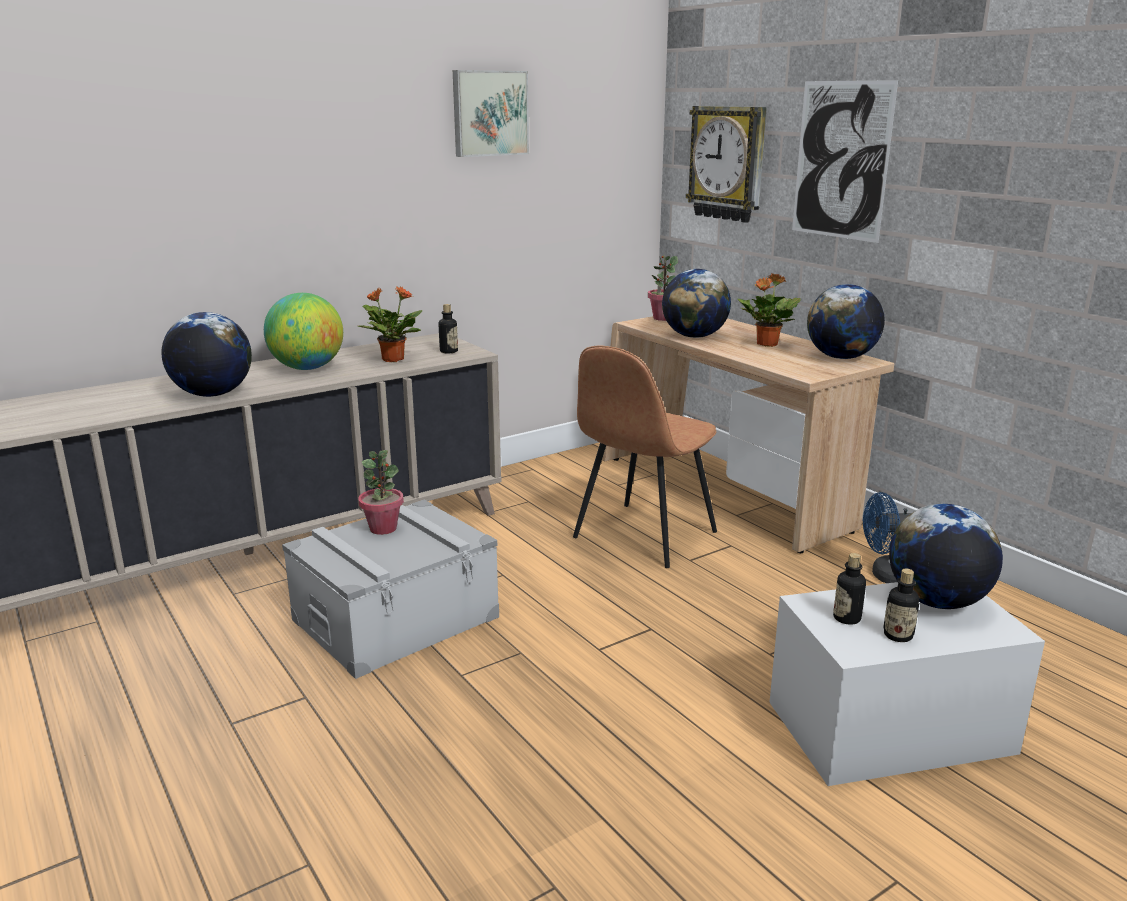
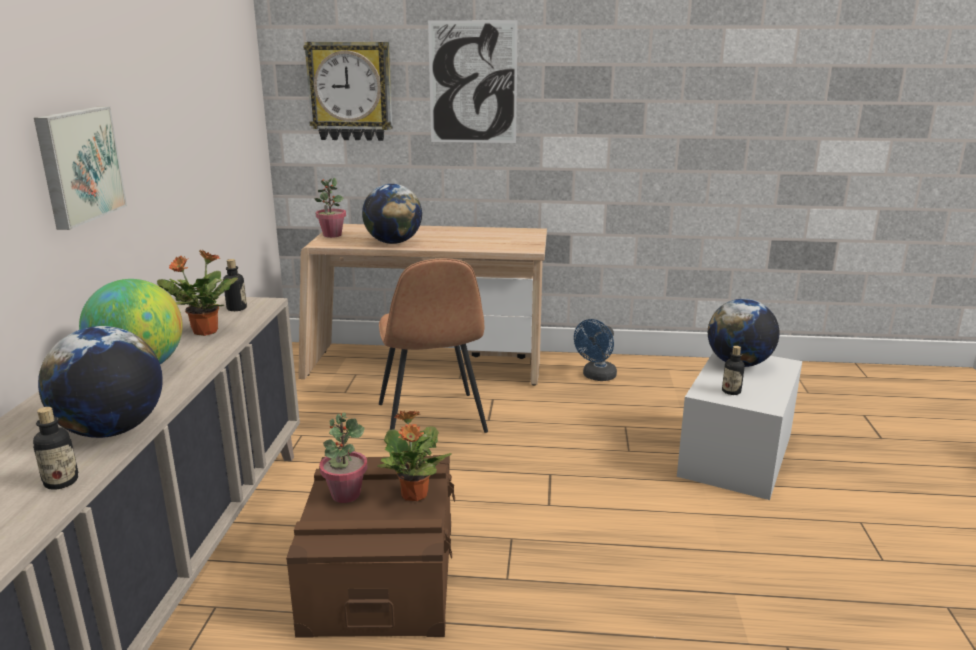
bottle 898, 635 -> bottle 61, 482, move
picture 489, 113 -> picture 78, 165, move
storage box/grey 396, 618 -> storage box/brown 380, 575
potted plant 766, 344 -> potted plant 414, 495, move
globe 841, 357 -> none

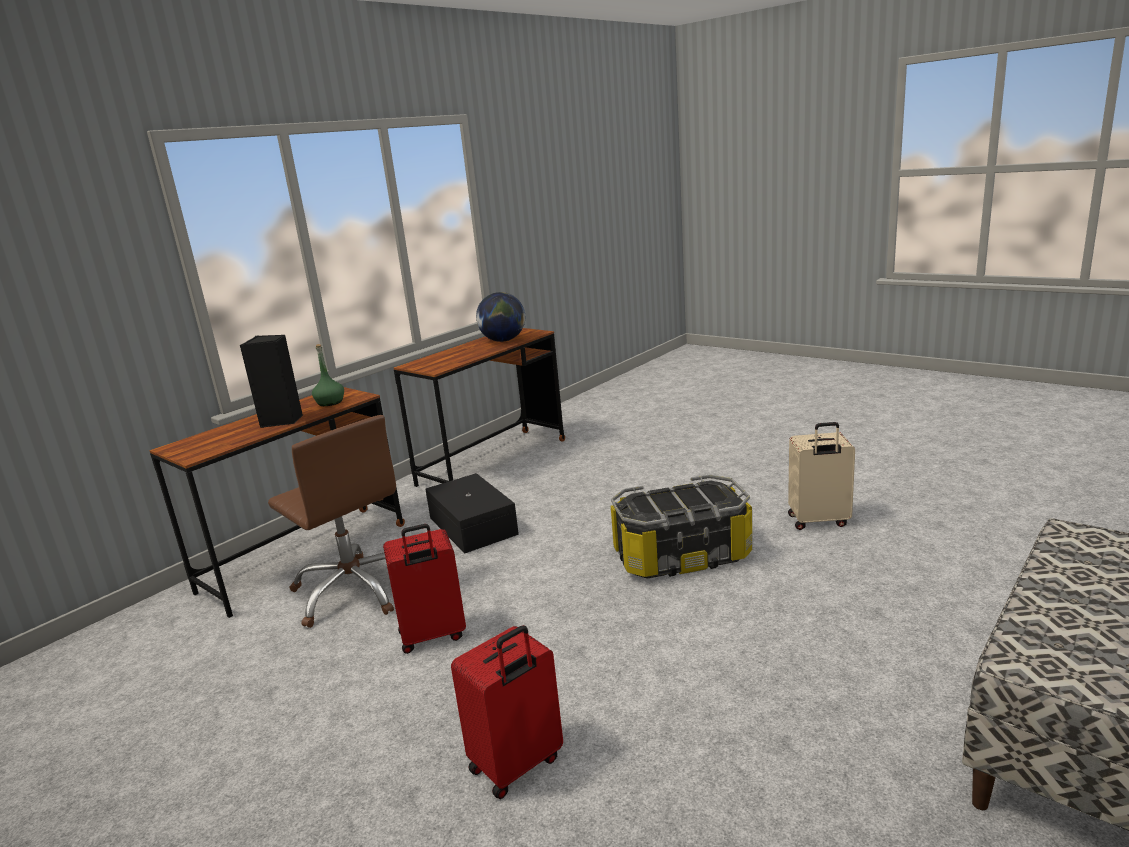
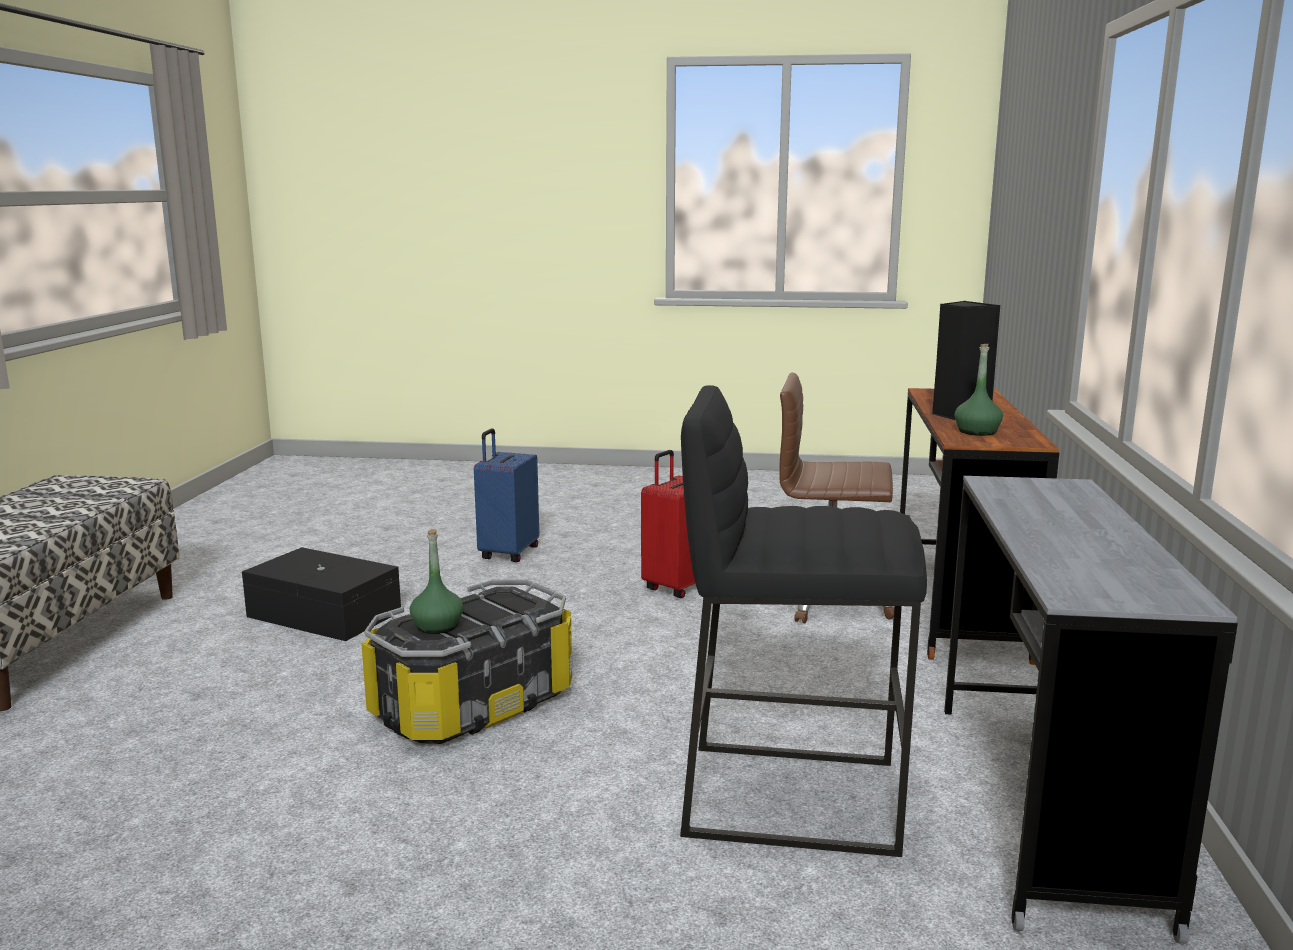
storage box/black 472, 527 -> storage box/black 325, 613, move
none -> bottle/green 437, 626
suitcase/red 517, 765 -> suitcase/blue 508, 553
none -> stool/black 792, 796
desk/brown 493, 462 -> desk/grey 1043, 807
globe 503, 340 -> none
suitcase/beige 818, 521 -> none

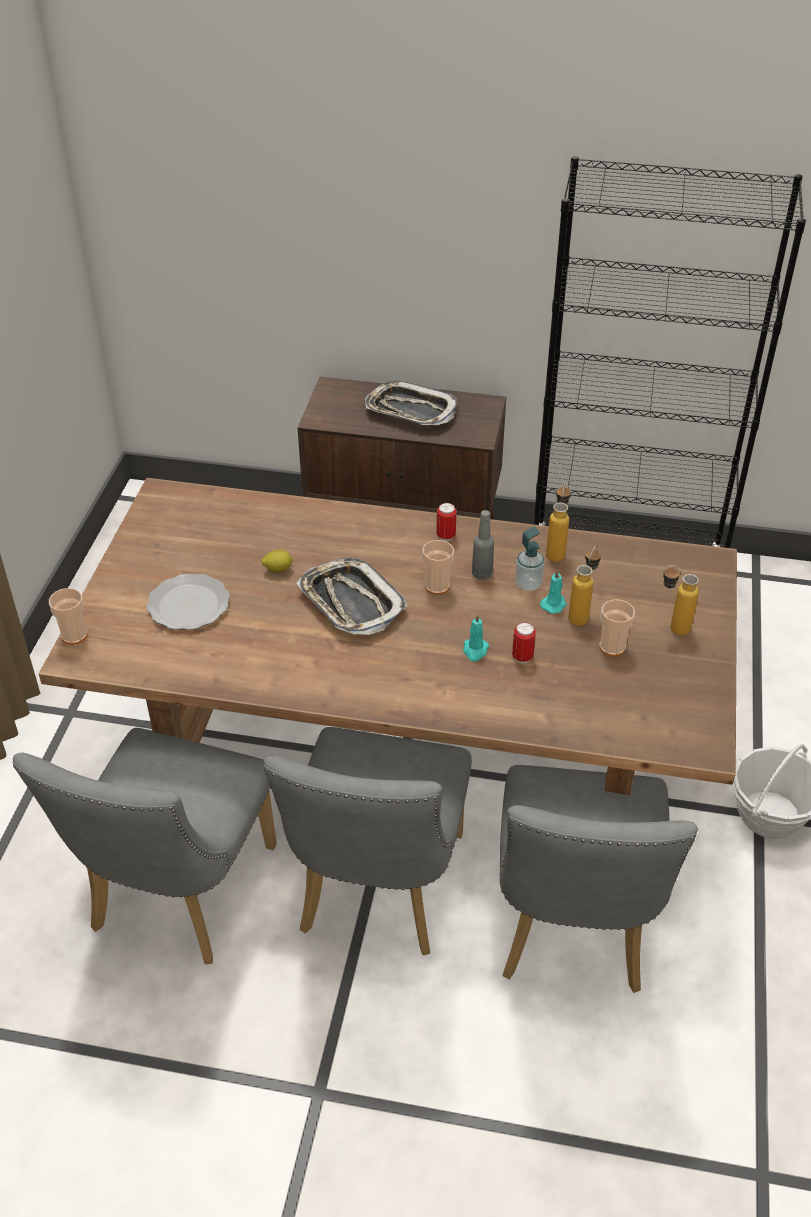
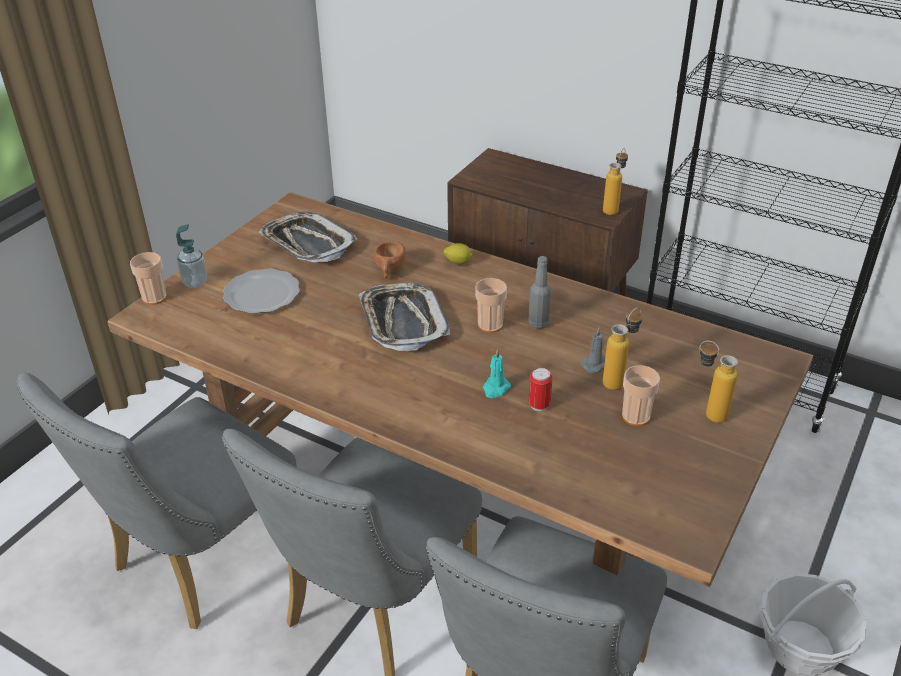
soap dispenser 528, 584 -> soap dispenser 195, 282, move
tray 410, 410 -> tray 308, 244, move
none -> cup/brown 389, 271
lemon 278, 569 -> lemon 458, 262, move
candle/turquoise 554, 604 -> candle/grey 595, 365
bottle 556, 551 -> bottle 613, 208, move
can 446, 536 -> none

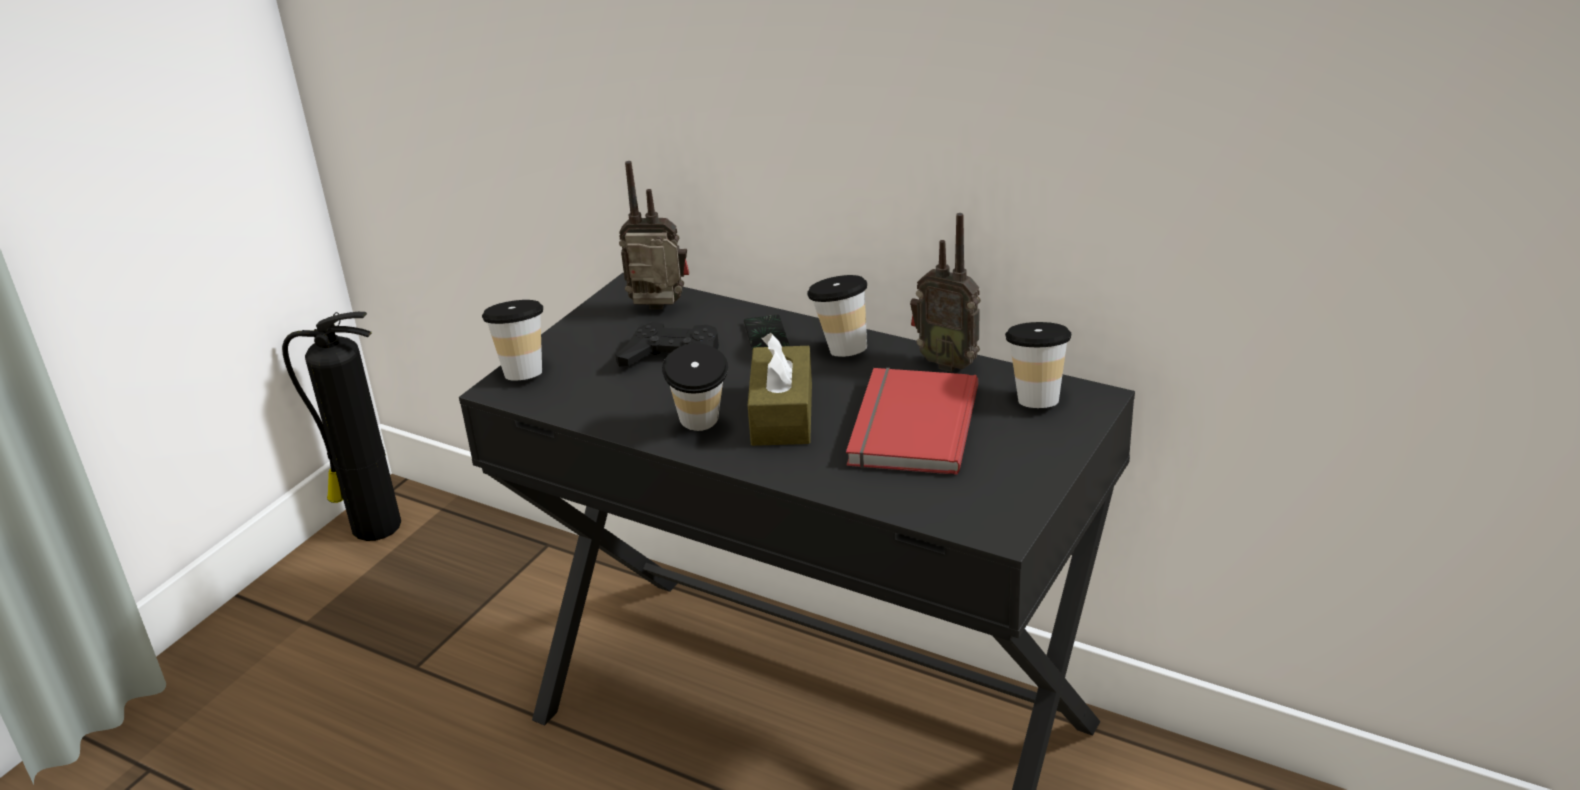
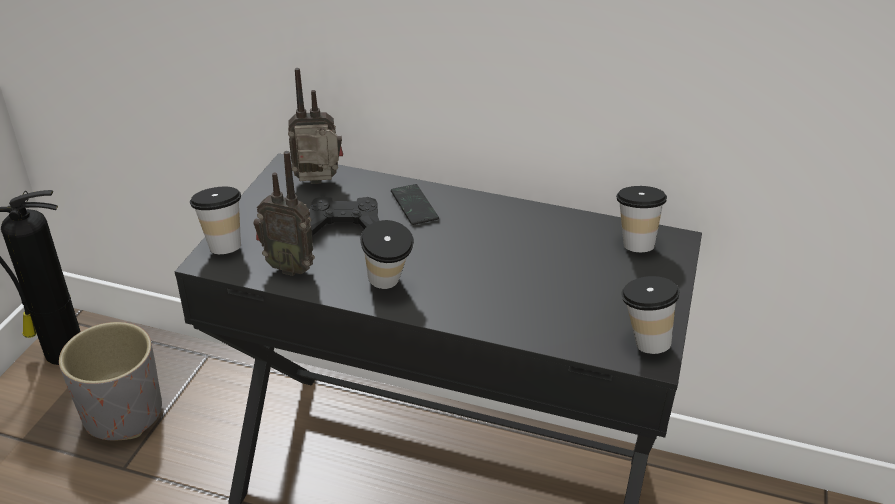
none -> planter/grey 123, 413
radio 948, 362 -> radio 290, 267, move
cup 841, 348 -> cup 642, 341, move
tissue box/brown 782, 414 -> none
book/red 908, 426 -> none

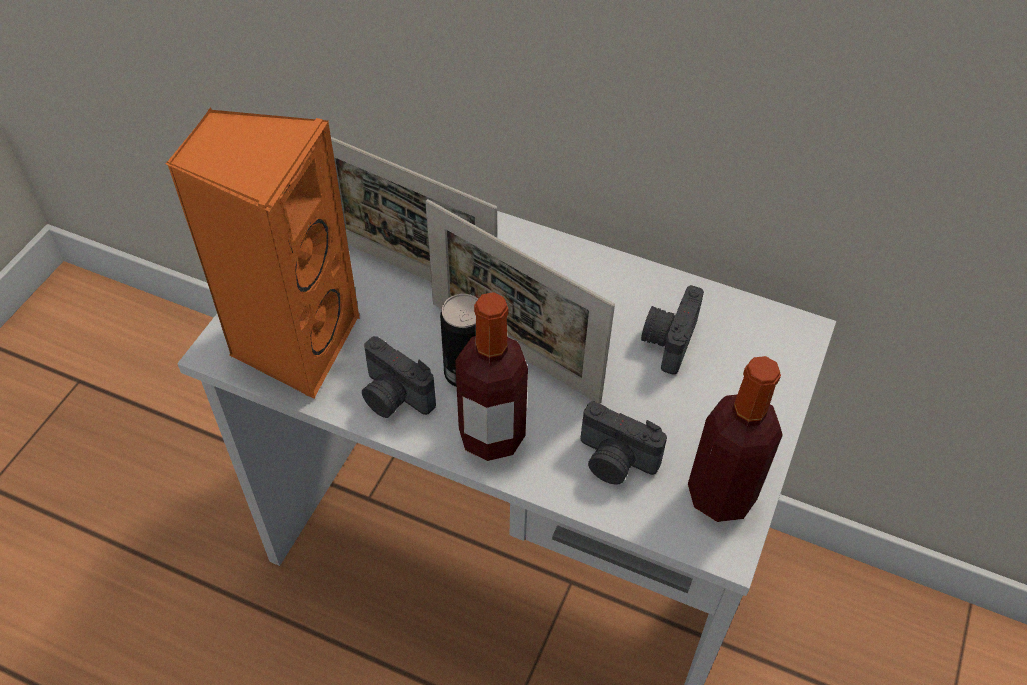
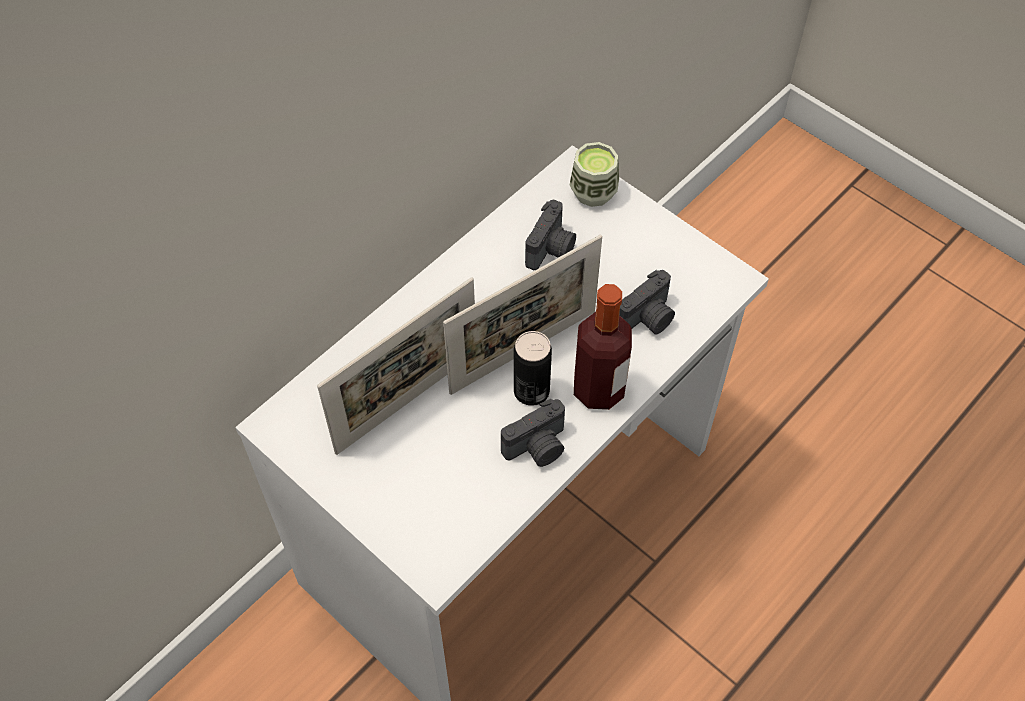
photo camera 667, 341 -> photo camera 552, 250, 105 degrees counterclockwise
none -> cup 593, 192
speaker/orange 294, 343 -> none
bottle 721, 495 -> none

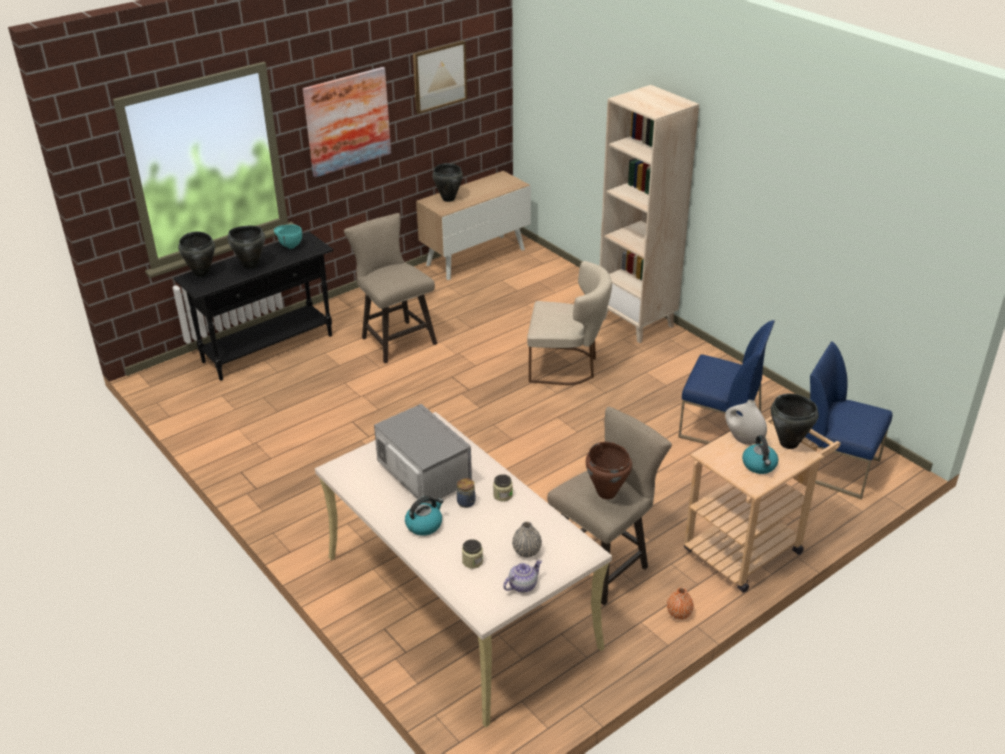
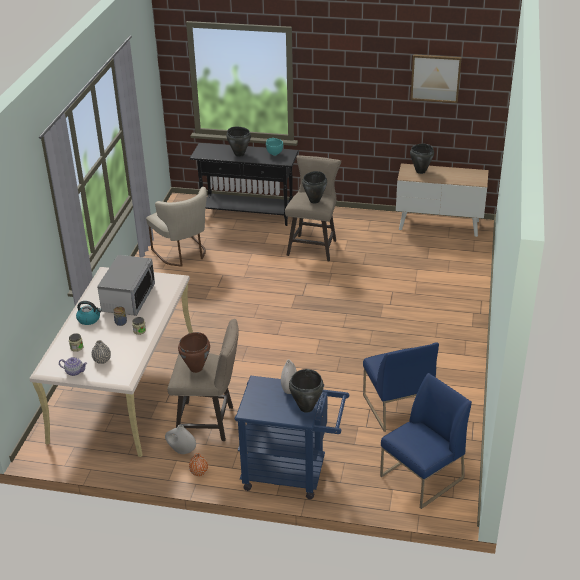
chair/beige 567, 366 -> chair/beige 183, 254, move
none -> vase/white 181, 450
cart/beige 749, 545 -> cart/blue 292, 473
cooking pot/black 202, 273 -> cooking pot/black 315, 200, move
chair/blue 836, 467 -> chair/blue 422, 478, 60 degrees clockwise
picture 347, 121 -> none
bookcase/beige 637, 322 -> none
kettle 759, 465 -> none

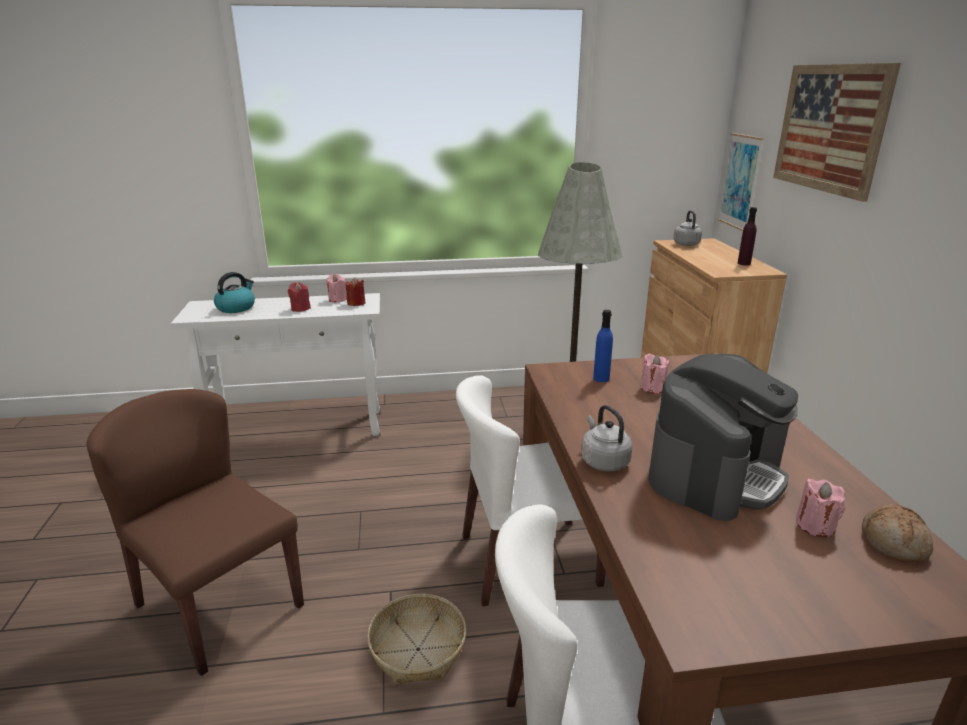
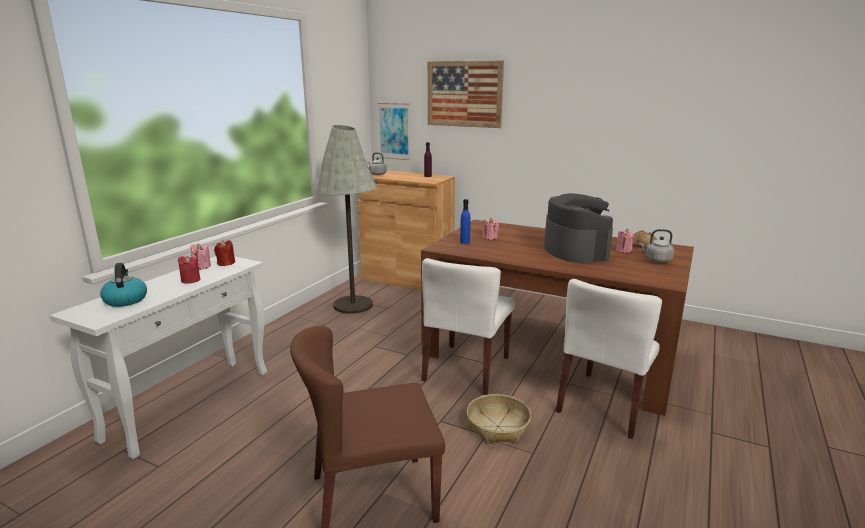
kettle/grey 603, 461 -> kettle/grey 656, 260, move

